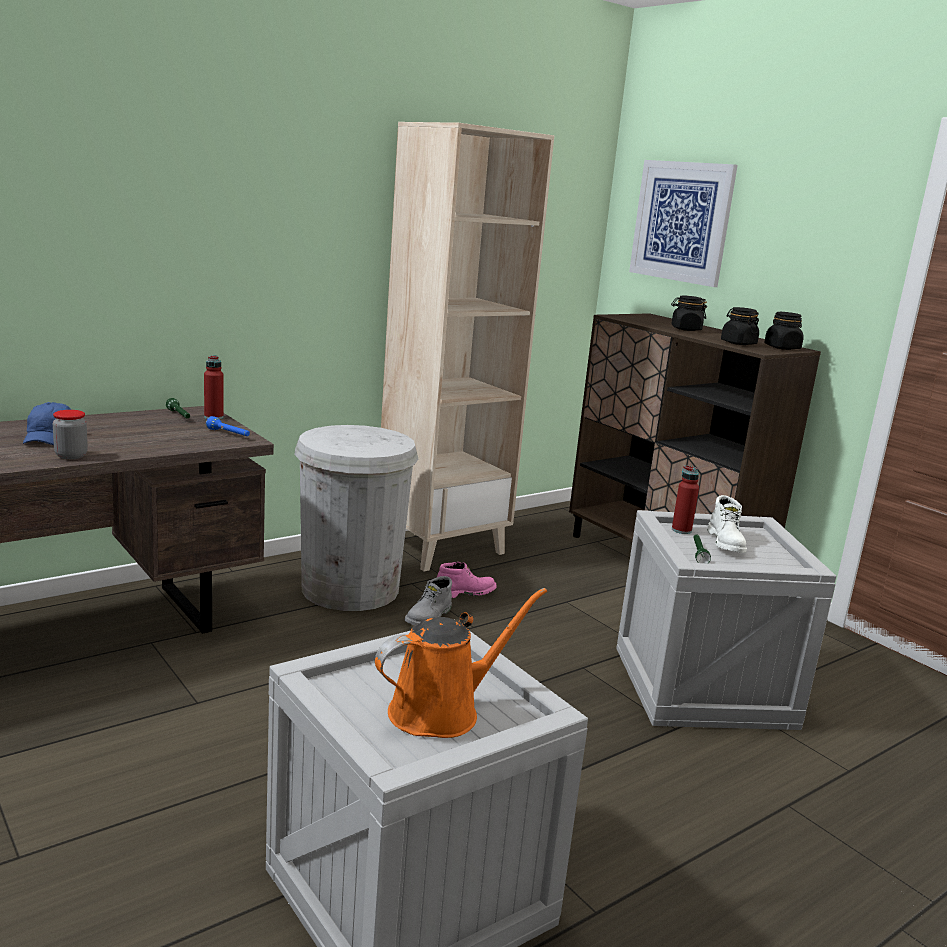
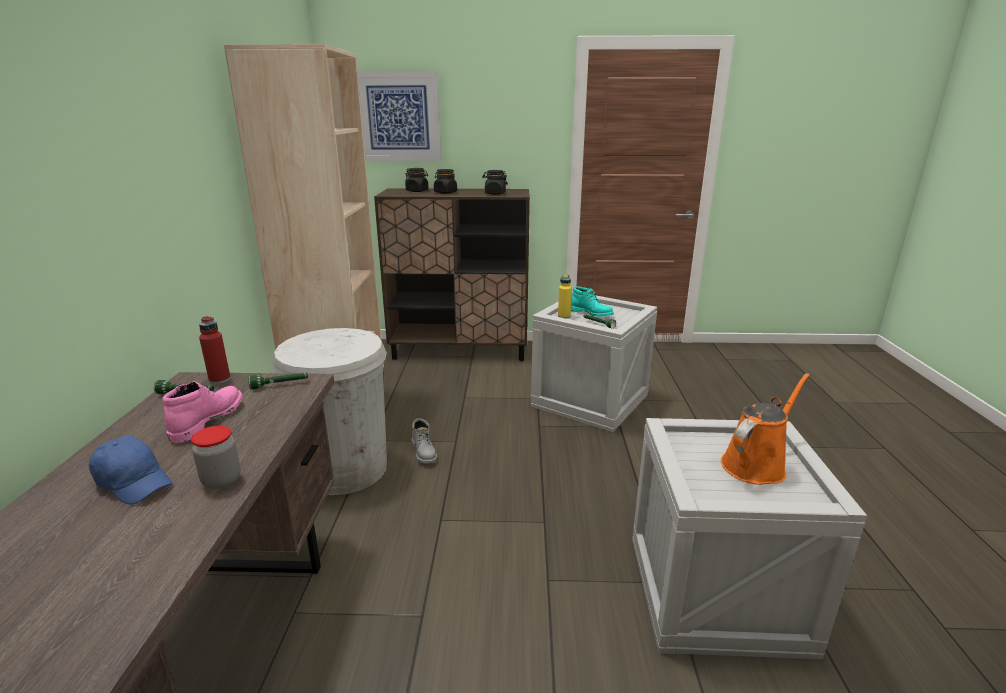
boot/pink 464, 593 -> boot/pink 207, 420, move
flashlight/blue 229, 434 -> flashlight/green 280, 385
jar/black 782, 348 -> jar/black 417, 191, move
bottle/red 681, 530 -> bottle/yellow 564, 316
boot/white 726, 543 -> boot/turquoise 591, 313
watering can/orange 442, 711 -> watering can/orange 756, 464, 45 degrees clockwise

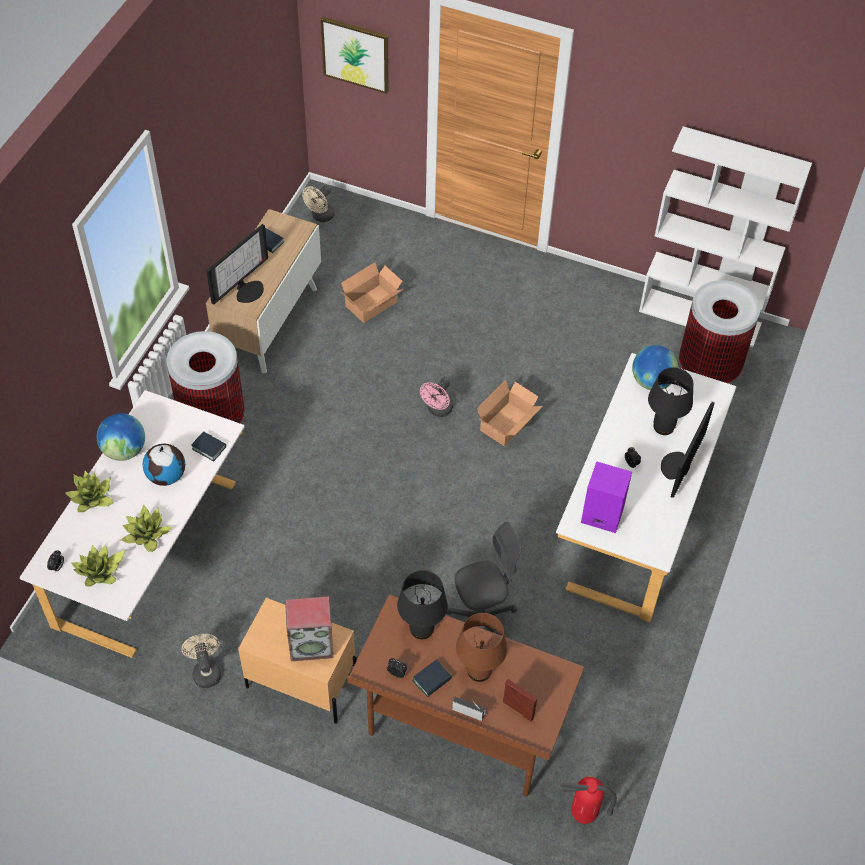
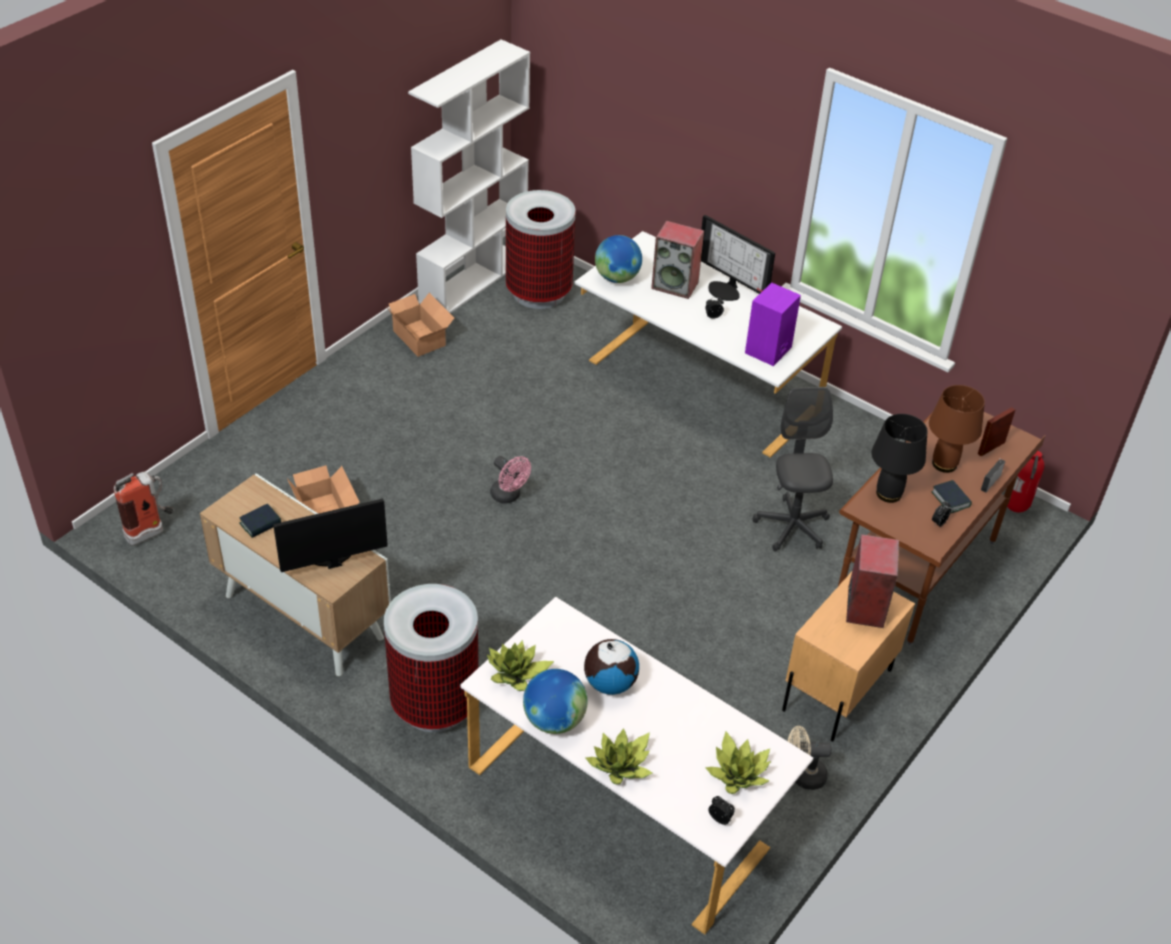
fan/beige 320, 217 -> fire extinguisher 151, 532
monitor 247, 290 -> monitor 331, 558, 75 degrees counterclockwise
cardboard box 508, 424 -> cardboard box 420, 336, move
potted plant 147, 535 -> potted plant 516, 674, move
table lamp/black 664, 427 -> speaker 675, 285
book 209, 448 -> none
picture 356, 54 -> none

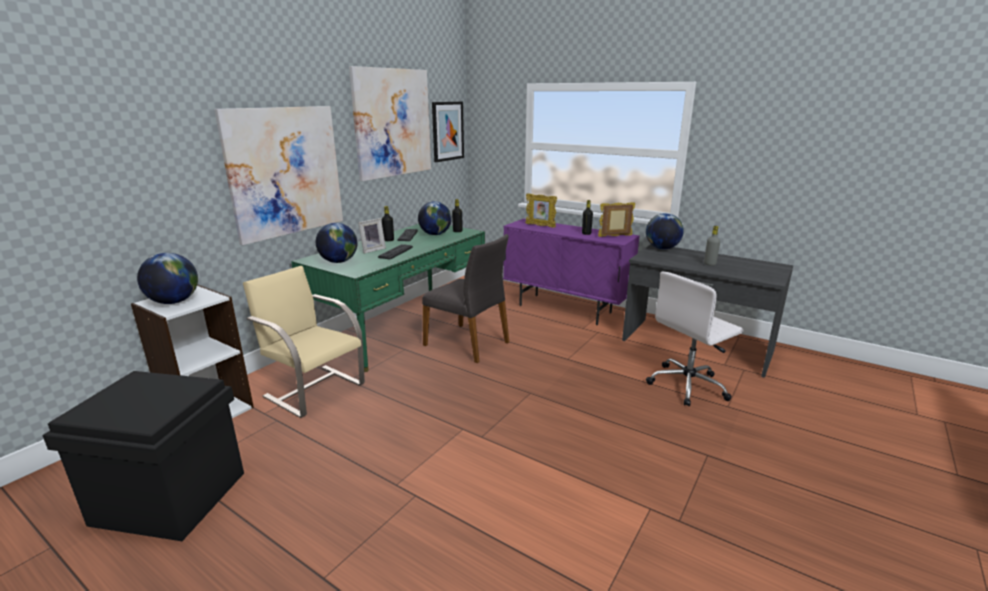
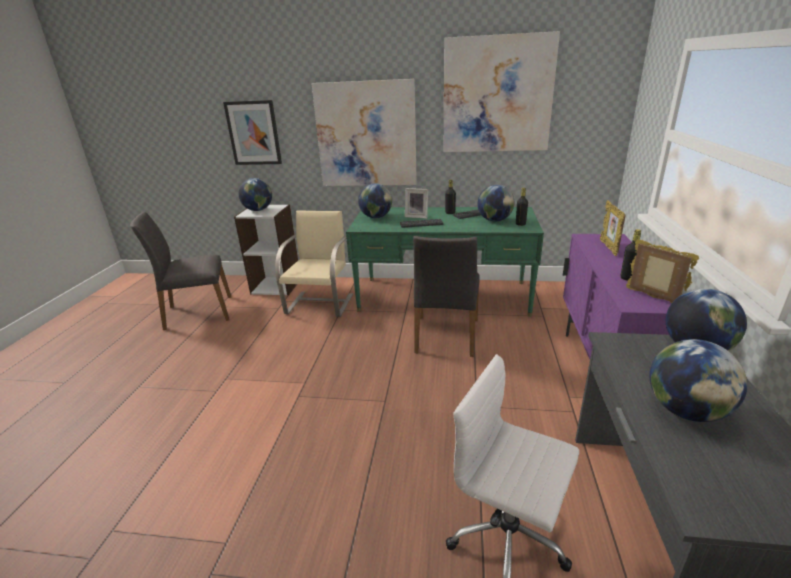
storage box/black 168, 498 -> chair/grey 198, 313
picture 447, 131 -> picture 253, 133, move
bottle/grey 709, 264 -> globe 685, 411

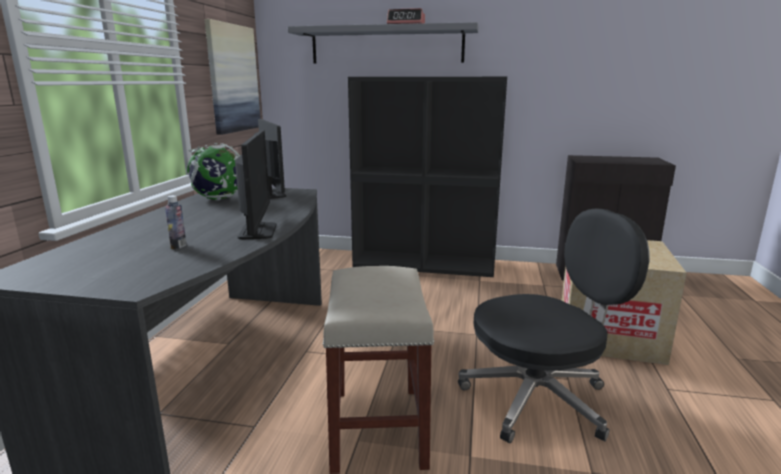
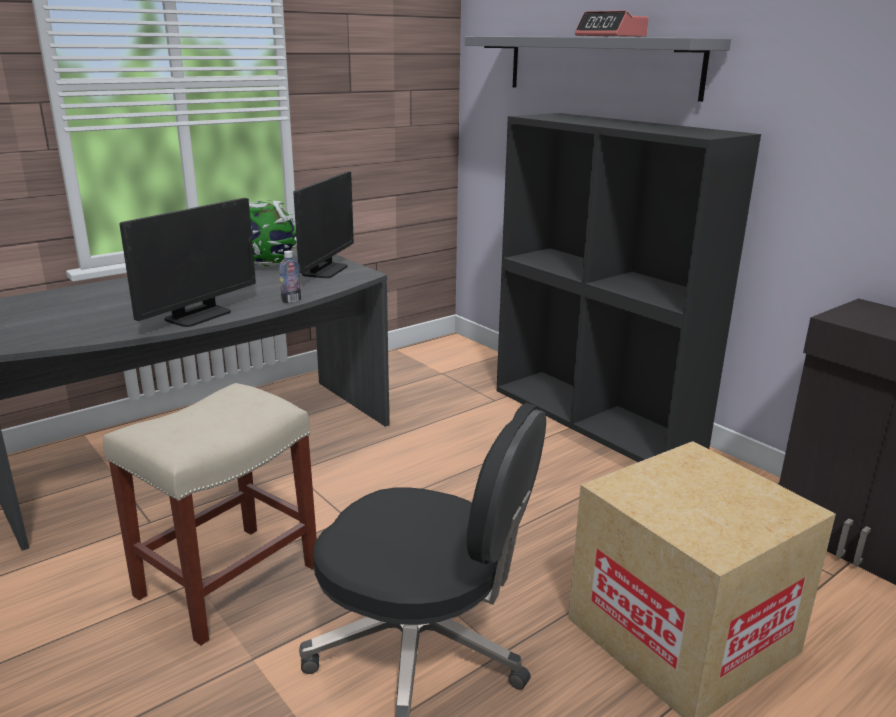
bottle 178, 246 -> bottle 291, 300, move
picture 232, 78 -> none

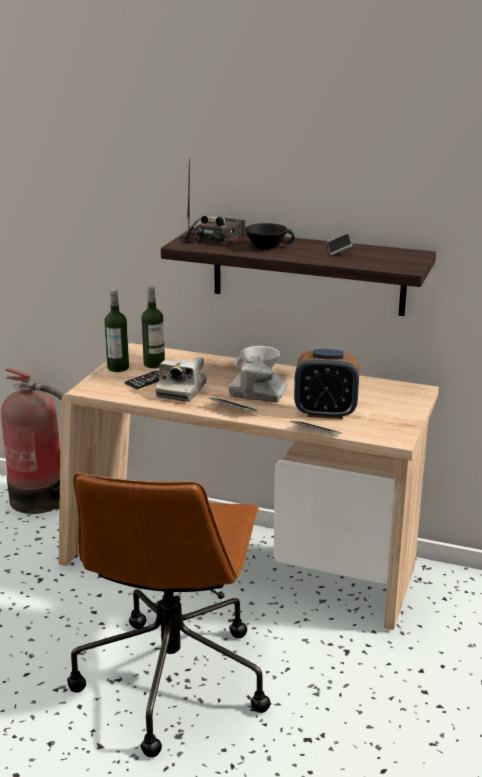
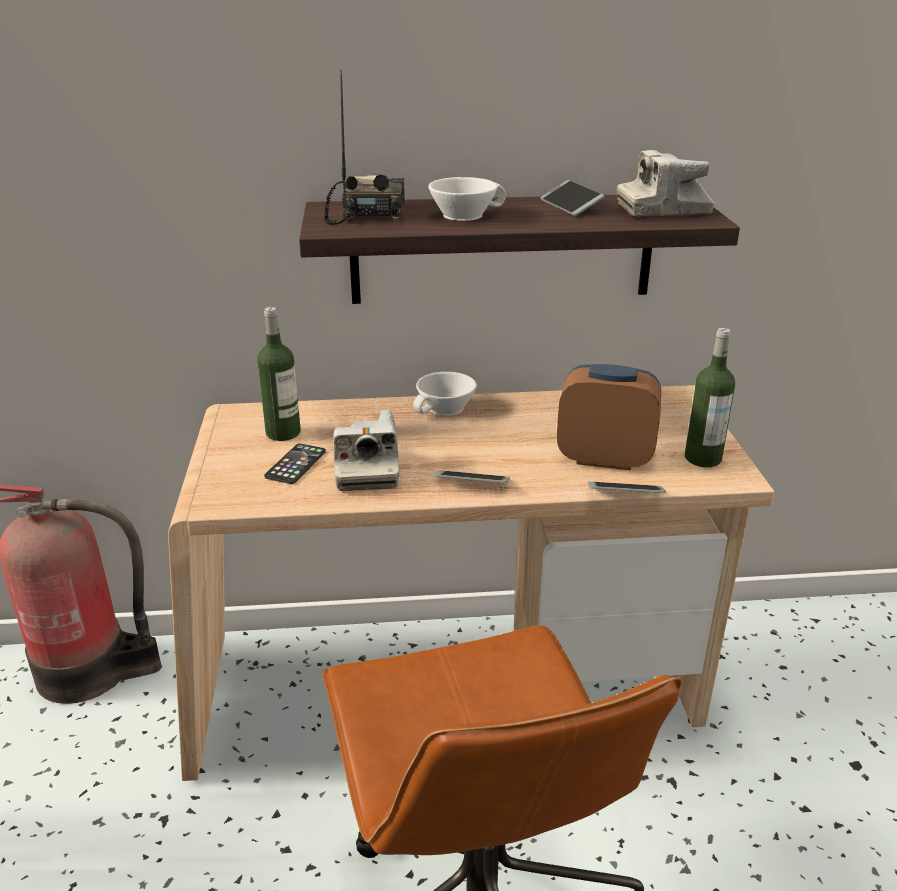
cup/black 267, 246 -> cup/white 464, 214
alarm clock 325, 412 -> alarm clock 604, 458, 150 degrees counterclockwise
photo camera 258, 393 -> photo camera 663, 210, move
bottle 118, 368 -> bottle 702, 458, move

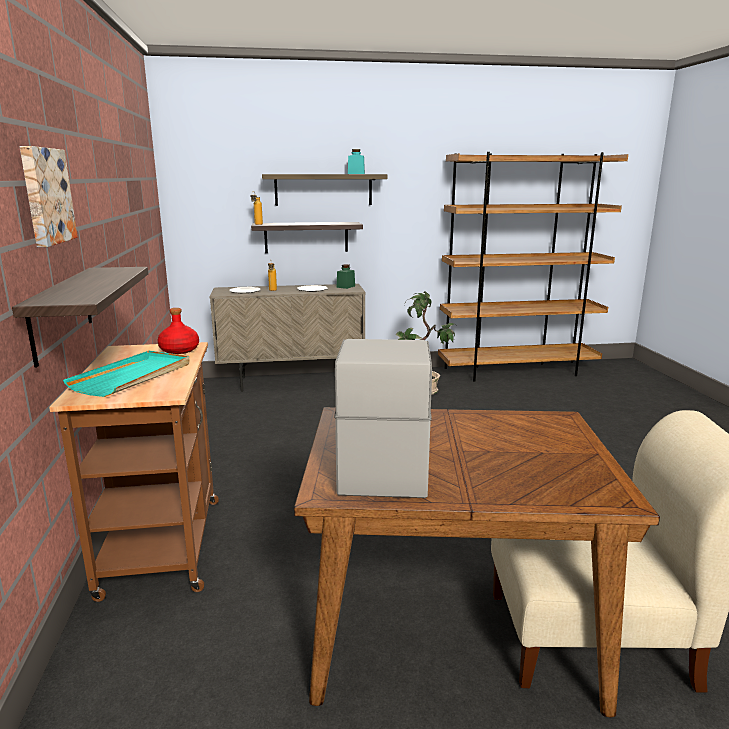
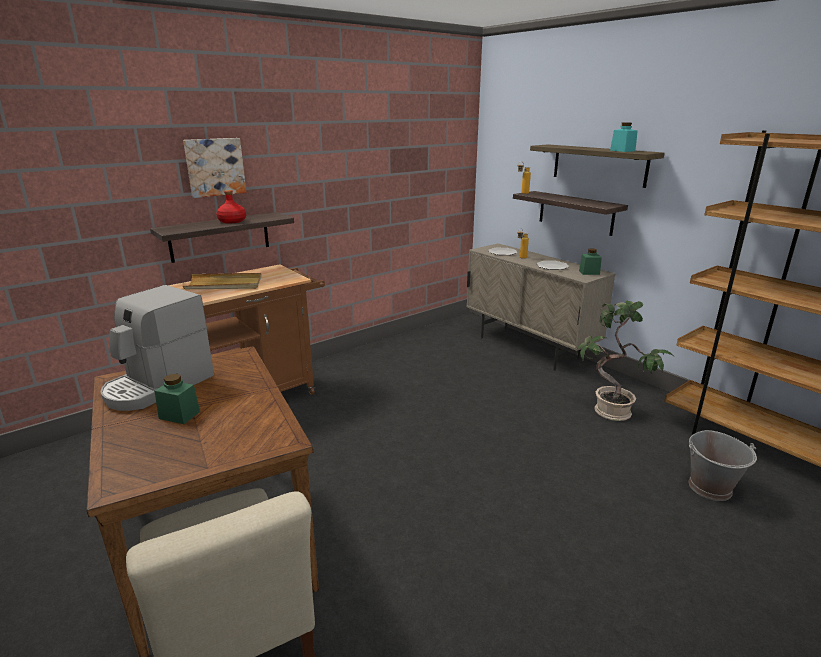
coffee machine 383, 464 -> coffee machine 158, 386, 150 degrees clockwise
none -> jar/green 179, 415
tray/turquoise 133, 376 -> tray/beige 224, 284
bottle/red 179, 350 -> bottle/red 232, 221, move
none -> bucket/grey 710, 488

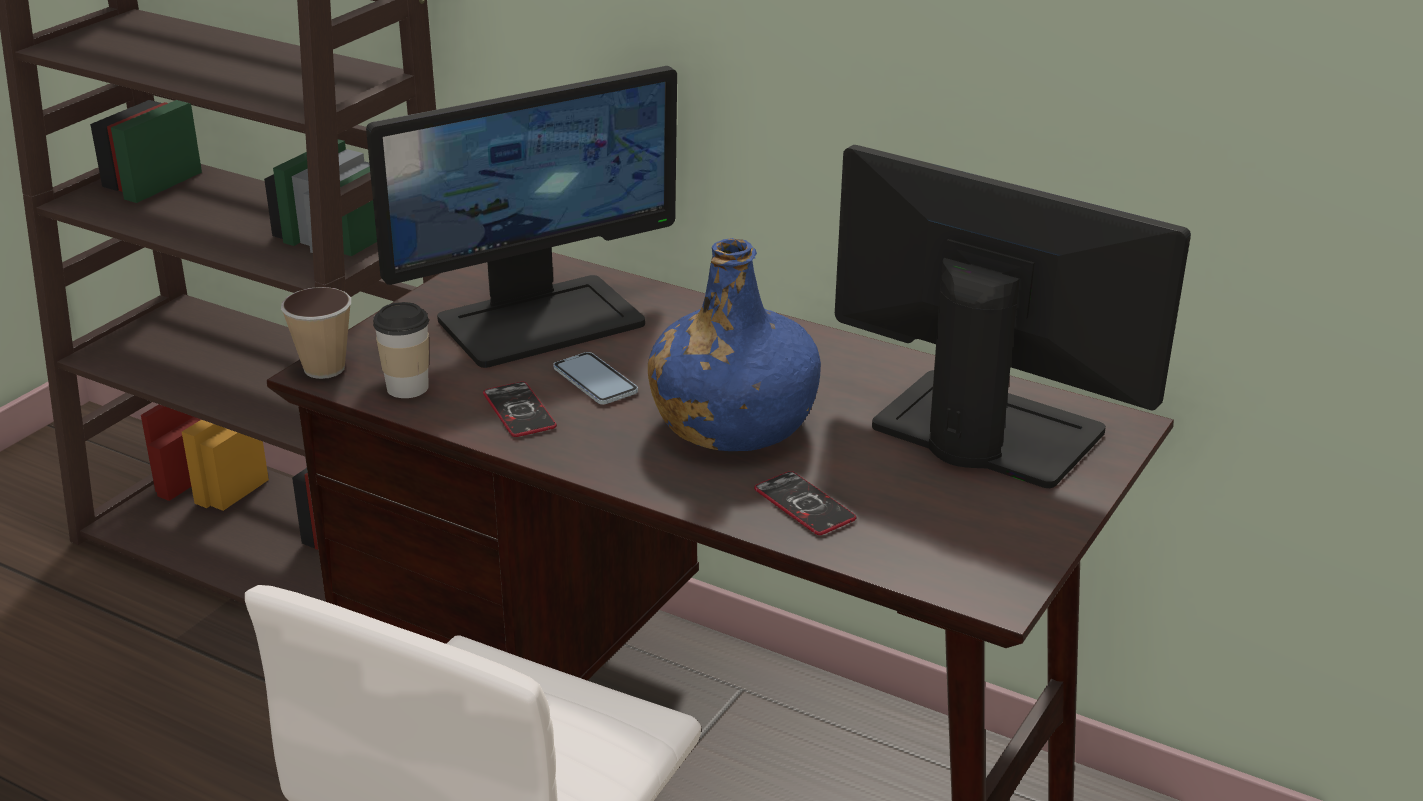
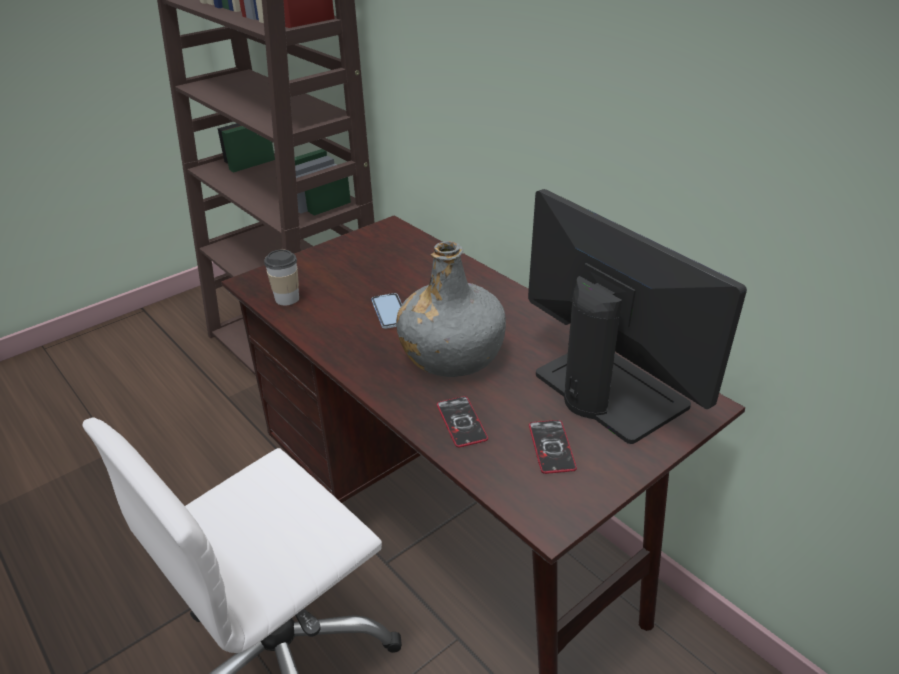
bottle/blue 733, 423 -> bottle/grey 452, 355
phone 519, 411 -> phone 551, 447, move
cup 324, 368 -> none
monitor 540, 320 -> none

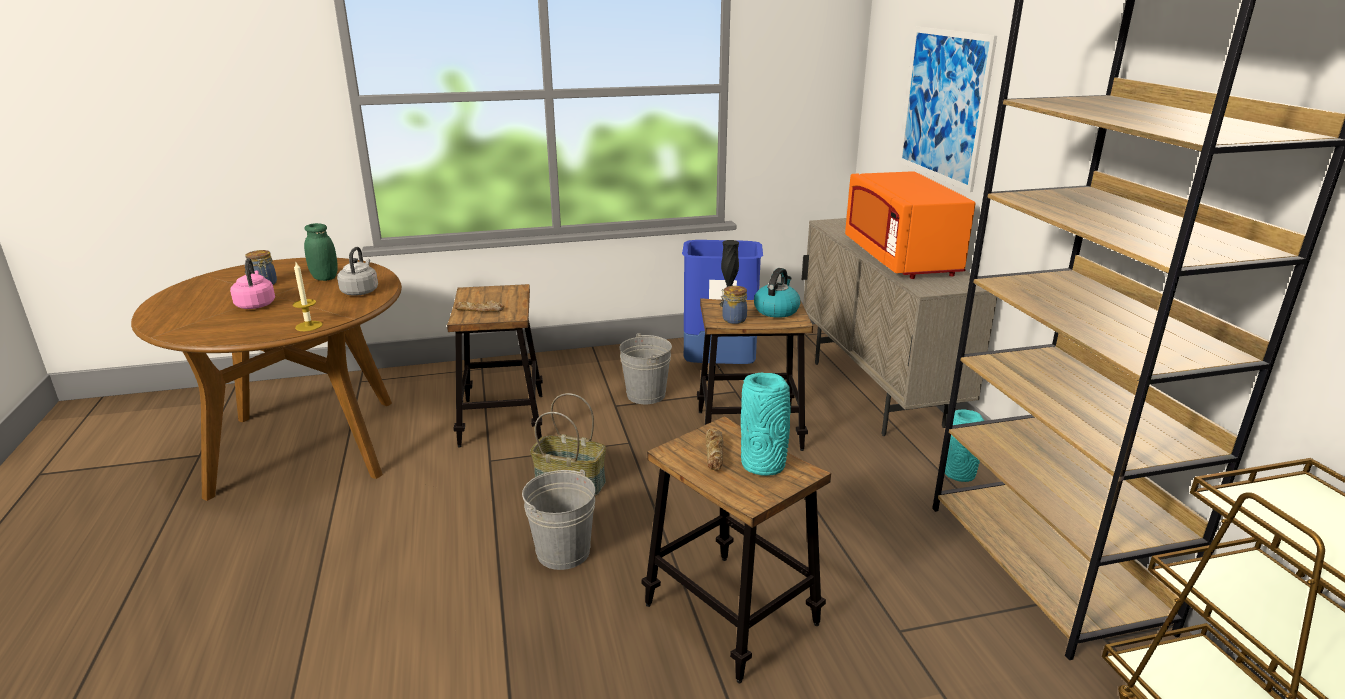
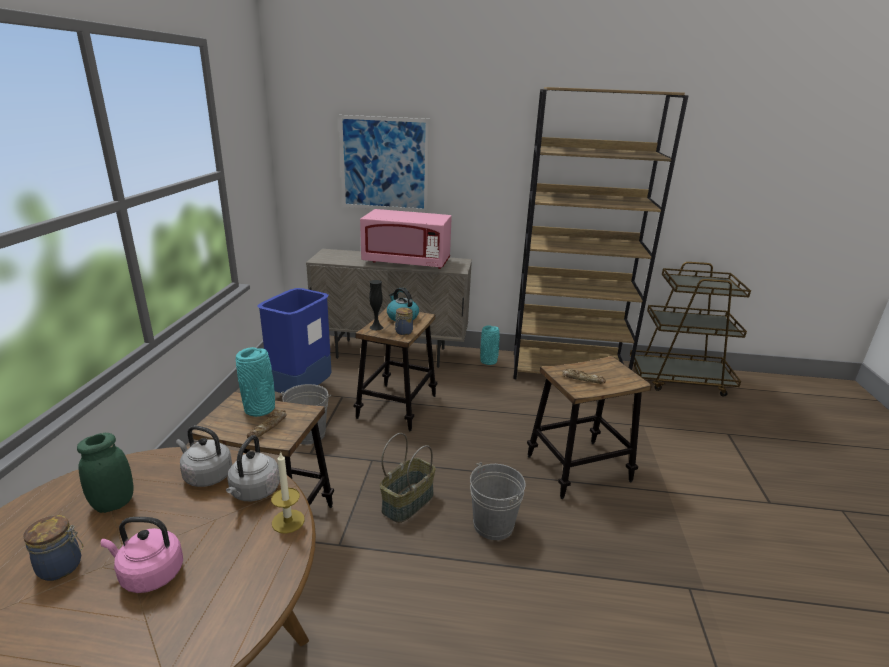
none -> kettle/grey 254, 492
vase/turquoise 764, 465 -> vase/turquoise 260, 409, move
microwave/orange 900, 258 -> microwave/pink 407, 262

